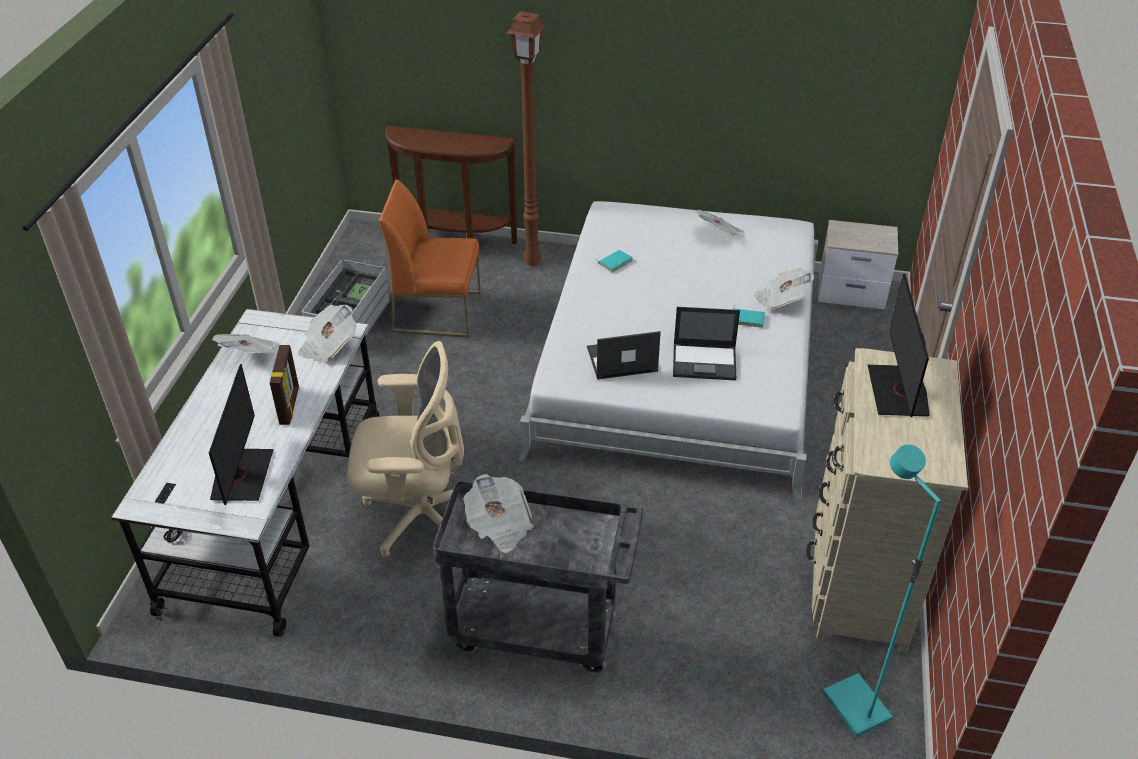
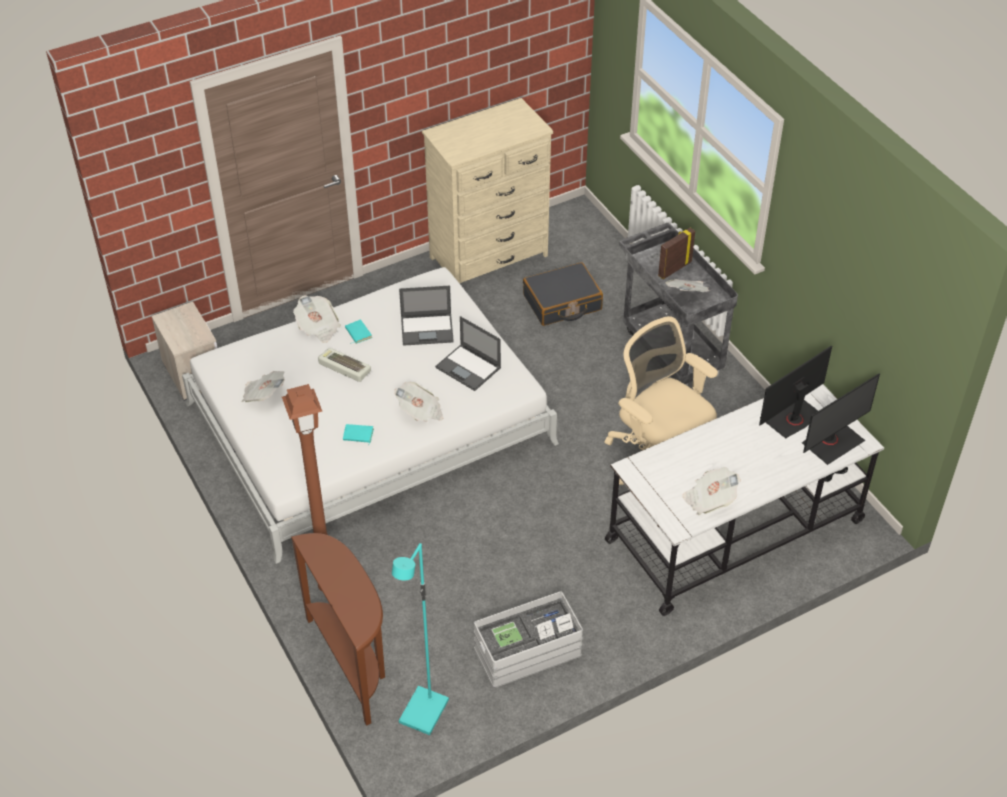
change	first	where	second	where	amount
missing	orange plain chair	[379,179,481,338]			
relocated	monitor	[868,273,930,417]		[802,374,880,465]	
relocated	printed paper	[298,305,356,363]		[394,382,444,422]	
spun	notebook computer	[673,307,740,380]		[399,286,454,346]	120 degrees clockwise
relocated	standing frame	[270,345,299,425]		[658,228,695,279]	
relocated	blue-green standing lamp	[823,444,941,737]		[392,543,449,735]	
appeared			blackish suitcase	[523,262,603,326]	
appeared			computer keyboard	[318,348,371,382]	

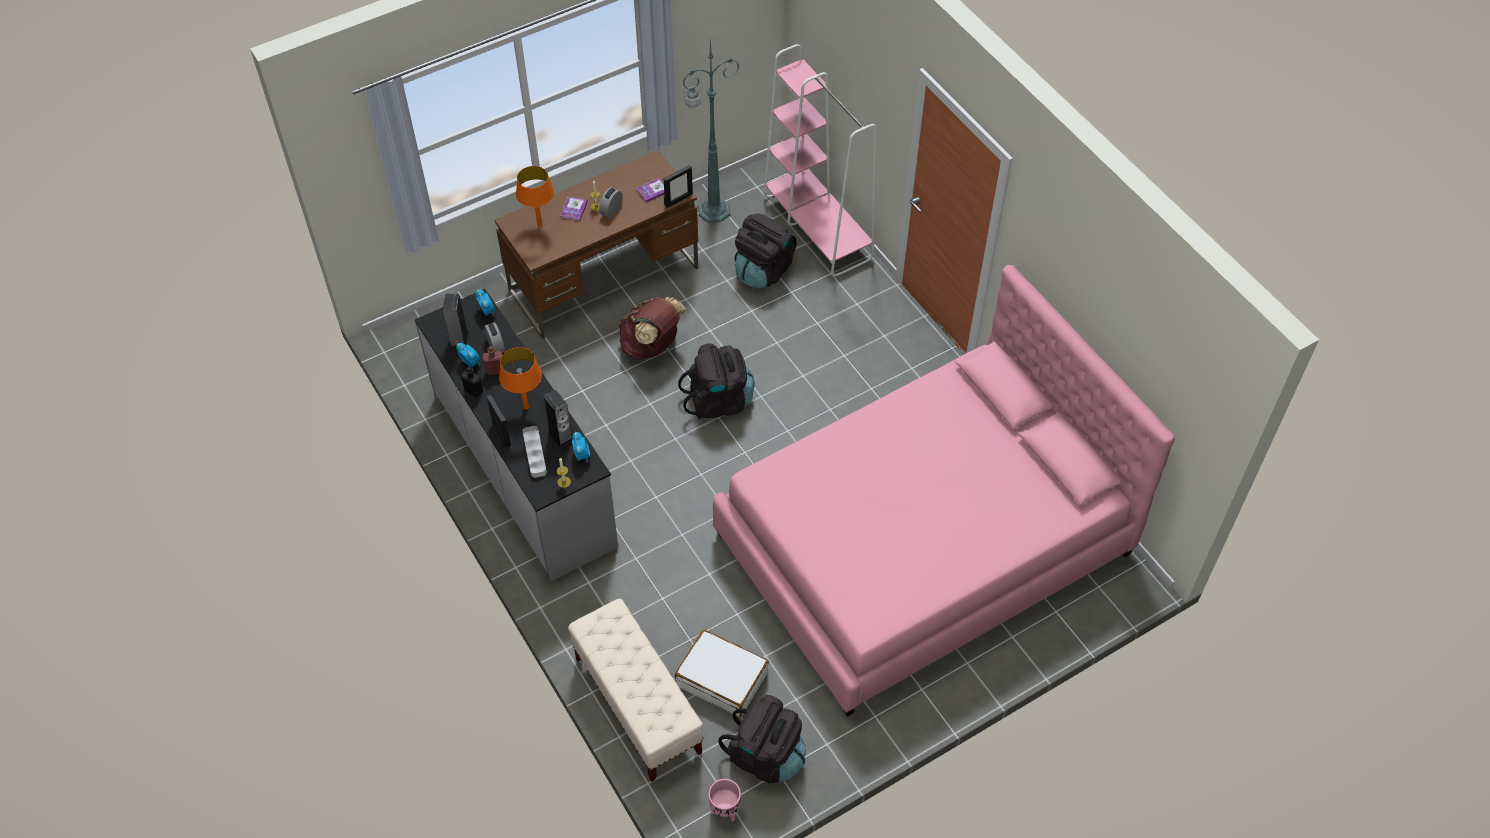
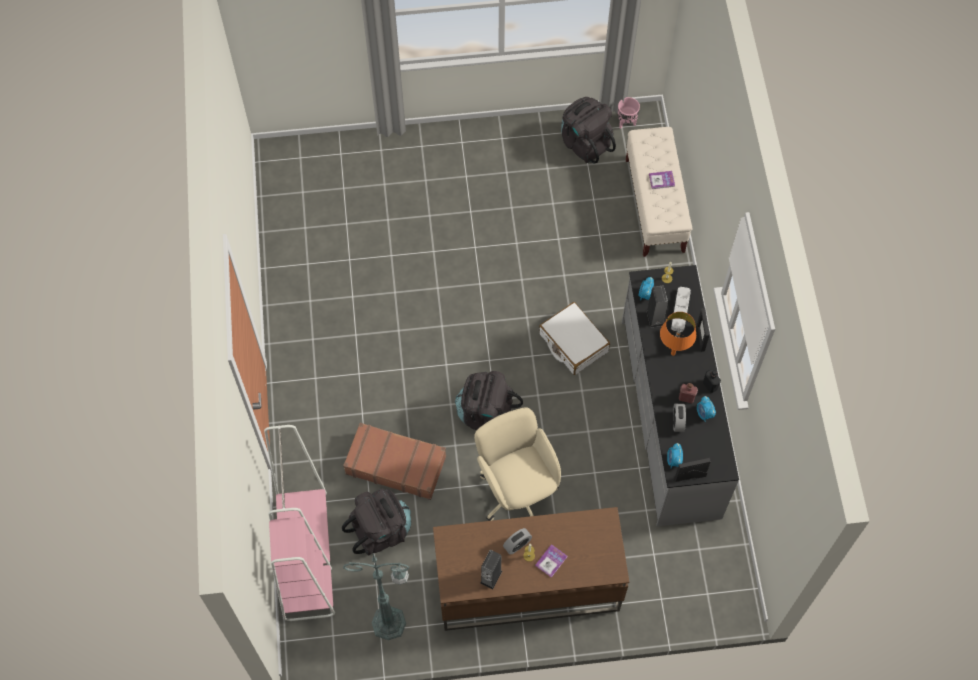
change	first	where	second	where	amount
relocated	standing frame	[664,165,693,208]		[675,458,711,482]	
missing	orange tabletop lamp	[516,166,554,227]			
relocated	volume	[636,178,664,202]		[649,171,675,189]	
missing	pink-coloured sleeping bed	[713,265,1175,717]			
relocated	speaker	[443,293,469,348]		[480,550,502,589]	
exchanged	brown-coloured backpack	[619,297,687,360]	beige office chair	[474,407,561,521]	
relocated	white suitcase	[675,630,769,717]		[539,302,610,375]	
appeared			brown-coloured suitcase	[343,423,446,500]	

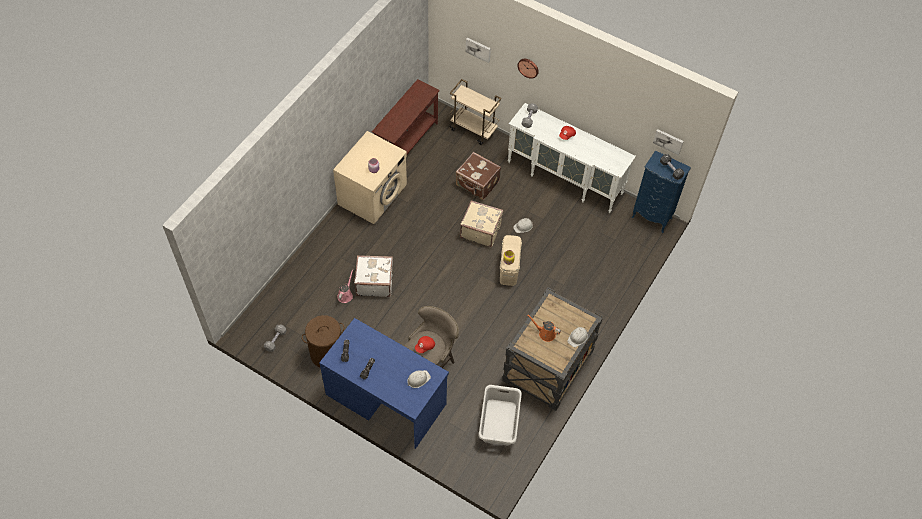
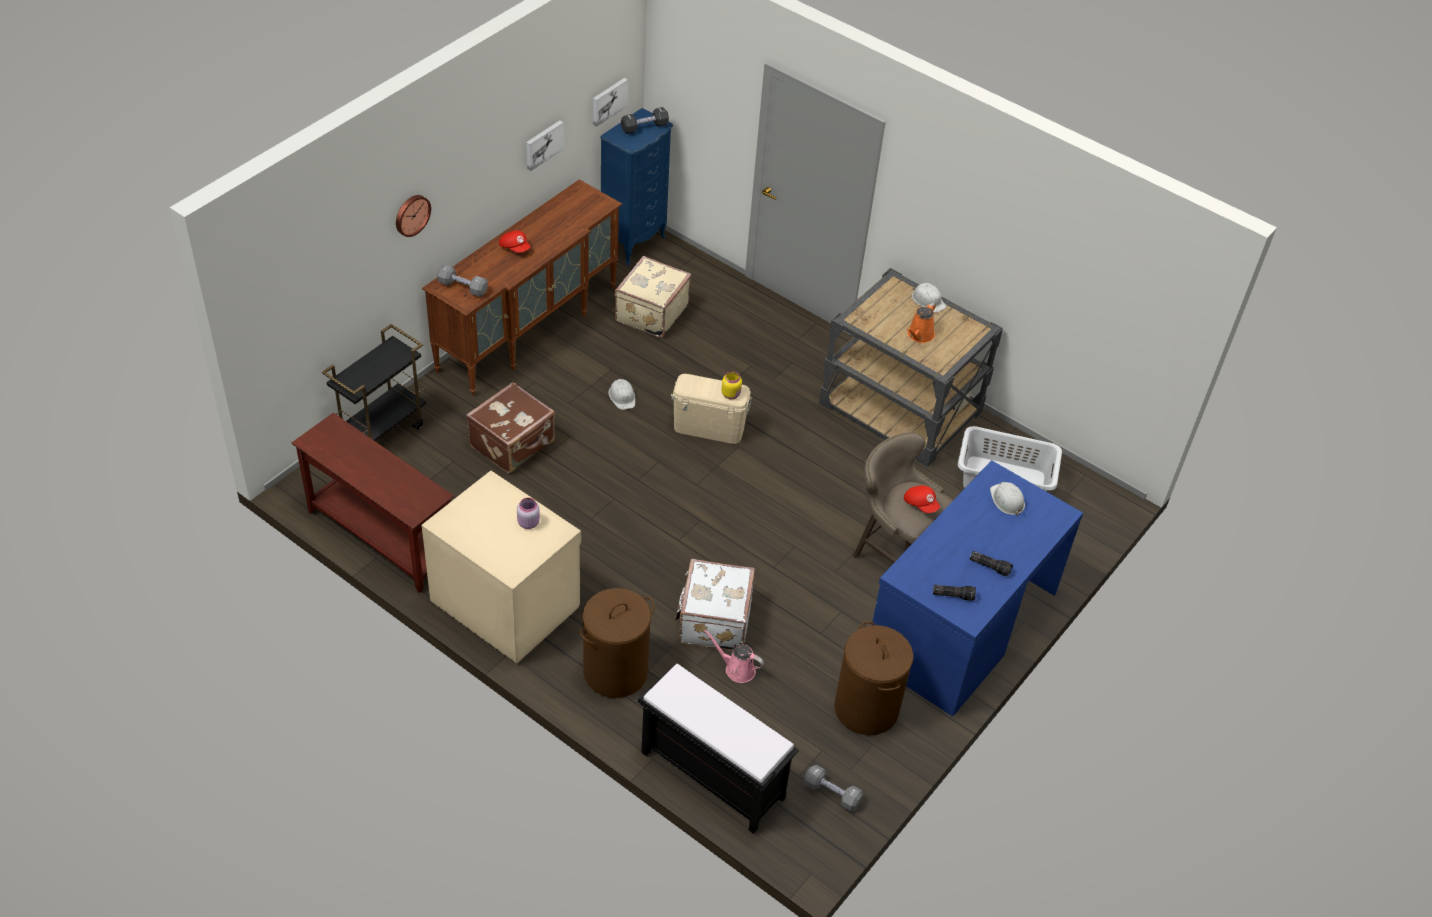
change	first	where	second	where	amount
relocated	wall picture	[466,38,491,63]		[526,120,564,172]	
colour	beige trolley	[449,79,502,145]	blackish trolley	[322,324,426,442]	
colour	white storage cabinet	[508,103,636,213]	brown-coloured storage cabinet	[422,179,622,396]	
relocated	beige suitcase	[460,200,503,247]		[615,256,691,338]	
appeared			brown-coloured laundry basket	[579,588,655,698]	
appeared			blackish indoor bench	[638,664,799,834]	

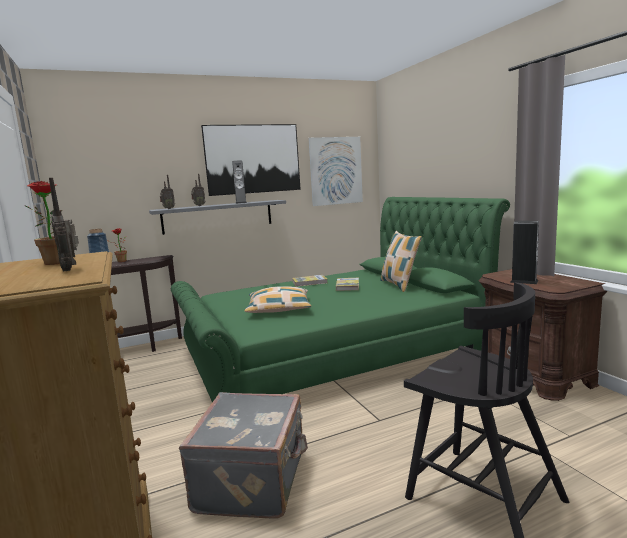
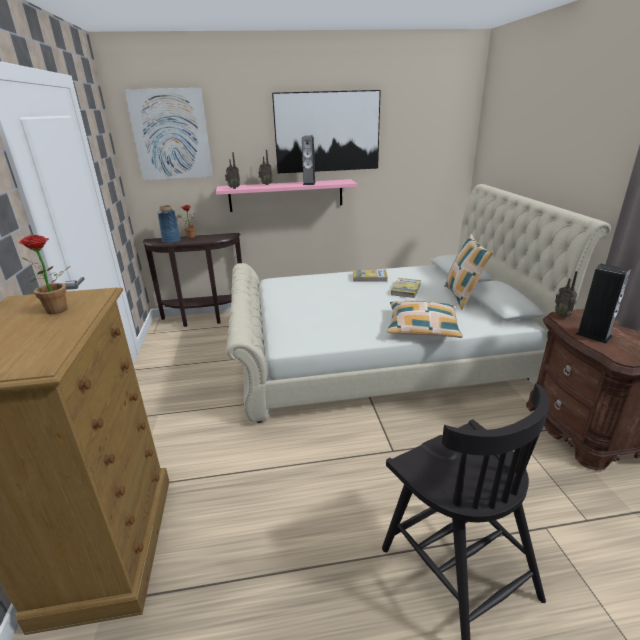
change	first	where	second	where	amount
relocated	wall picture	[309,137,363,206]		[124,88,213,180]	
relocated	radio set	[49,178,79,271]		[555,271,578,317]	
colour	green sleeping bed	[171,197,510,402]	beige sleeping bed	[226,184,611,423]	
colour	greyish wall shelf	[149,200,286,235]	pink-coloured wall shelf	[216,179,357,212]	
relocated	pillow	[244,287,311,313]		[387,301,463,338]	
missing	greyish suitcase	[179,392,308,519]			

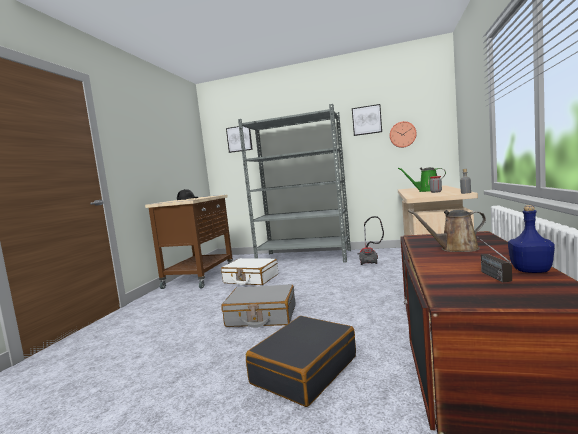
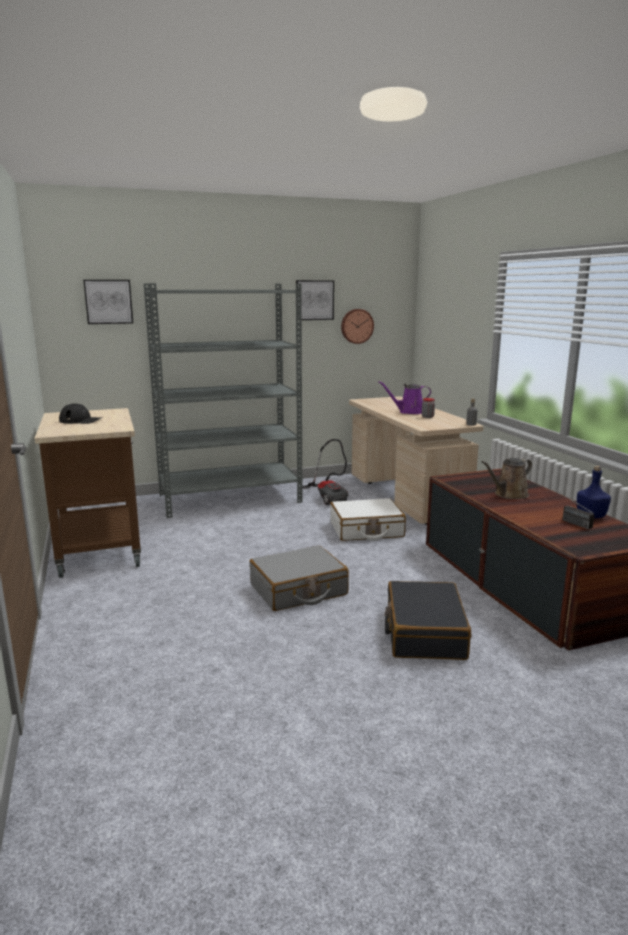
change	first	where	second	where	amount
colour	green sprinkling can	[398,167,446,192]	purple sprinkling can	[379,381,431,414]	
relocated	white suitcase	[221,258,278,285]		[330,498,406,541]	

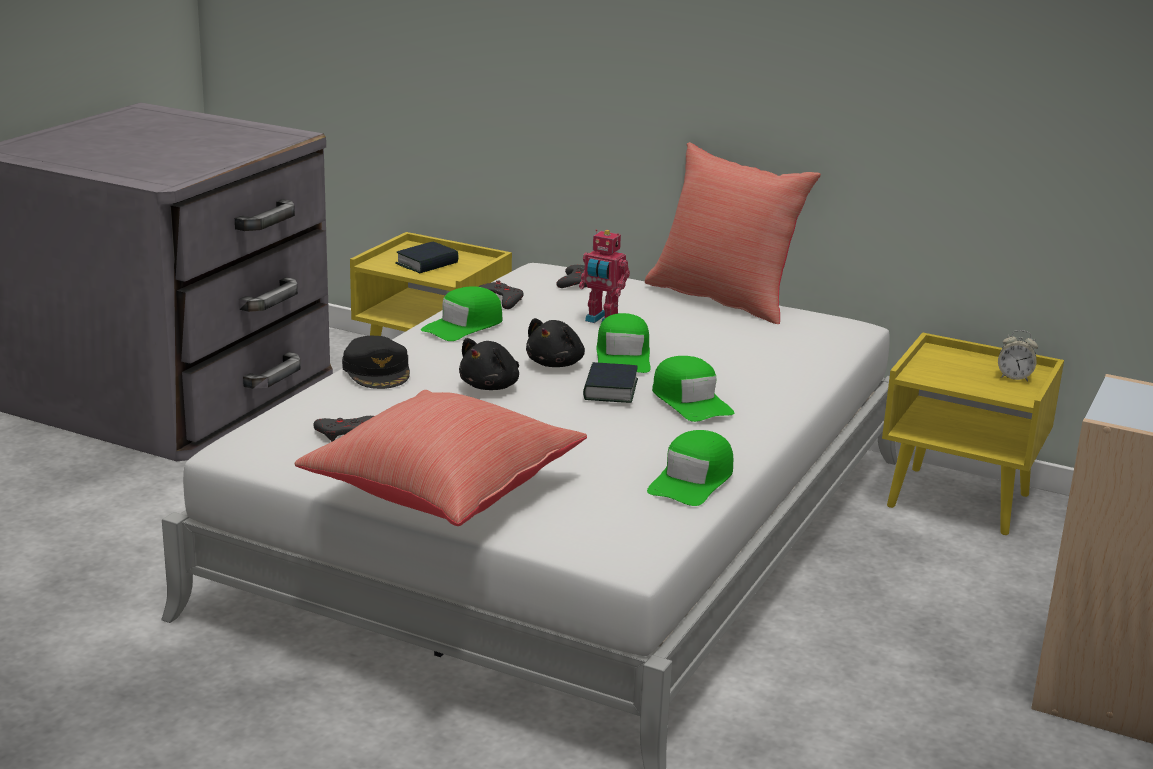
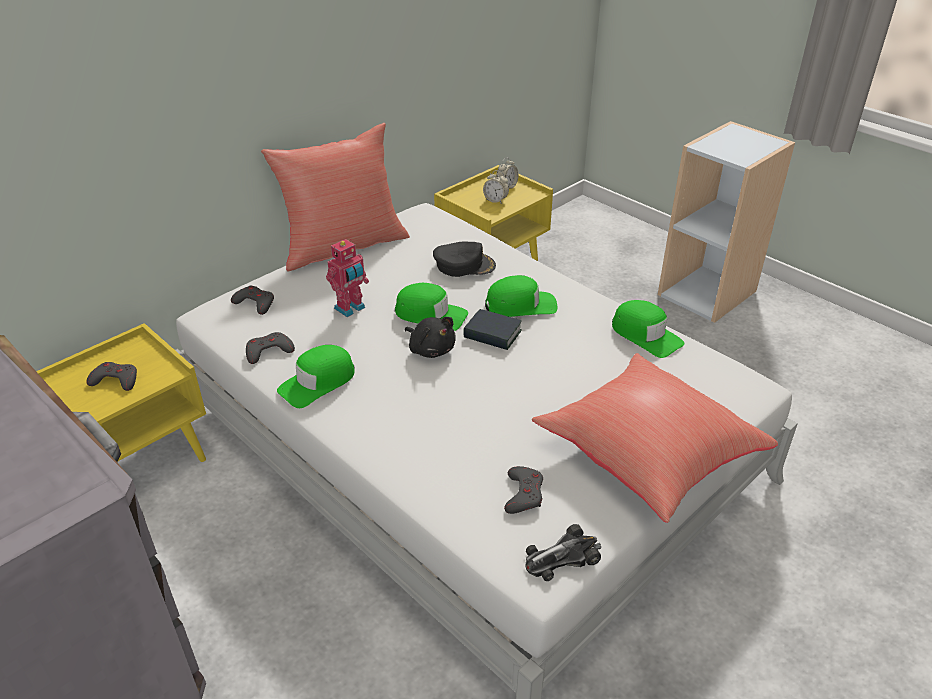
change	first	where	second	where	amount
exchanged	volume	[395,241,458,273]	greyish joypad	[86,362,137,391]	
spun	green baseball cap	[421,286,503,341]		[277,345,355,408]	75 degrees clockwise
relocated	blackish baseball cap	[342,336,410,389]		[433,241,496,277]	
missing	blackish plush toy	[459,338,519,390]			
appeared			bedside clock	[483,171,509,204]	
appeared			toy car	[525,524,601,581]	

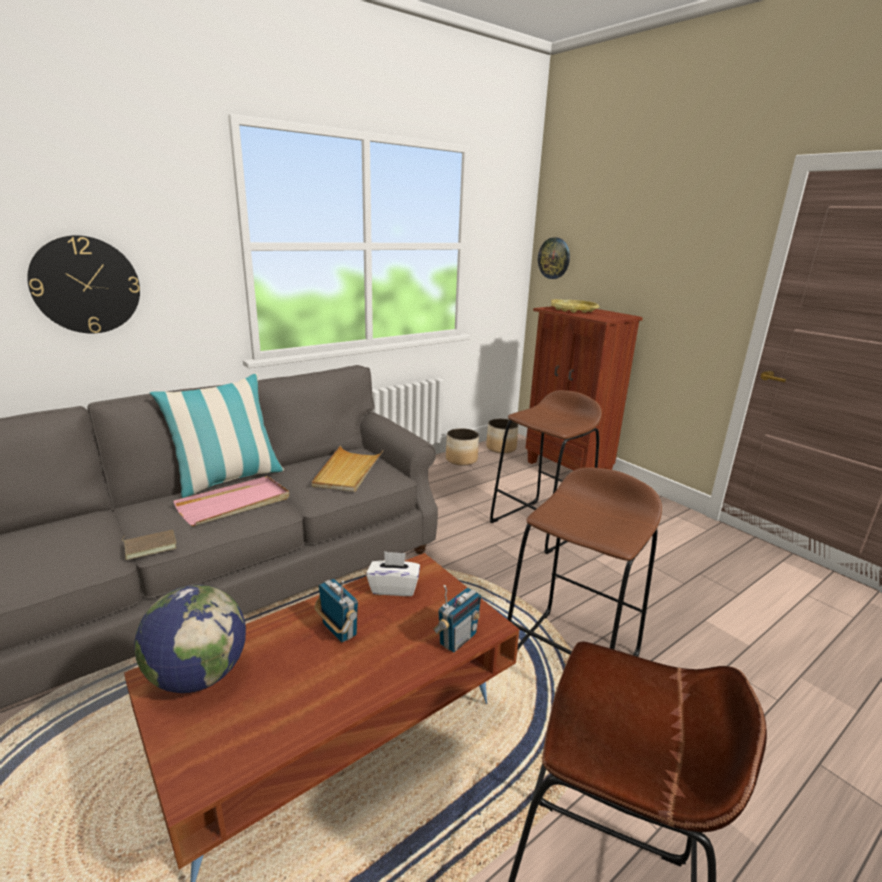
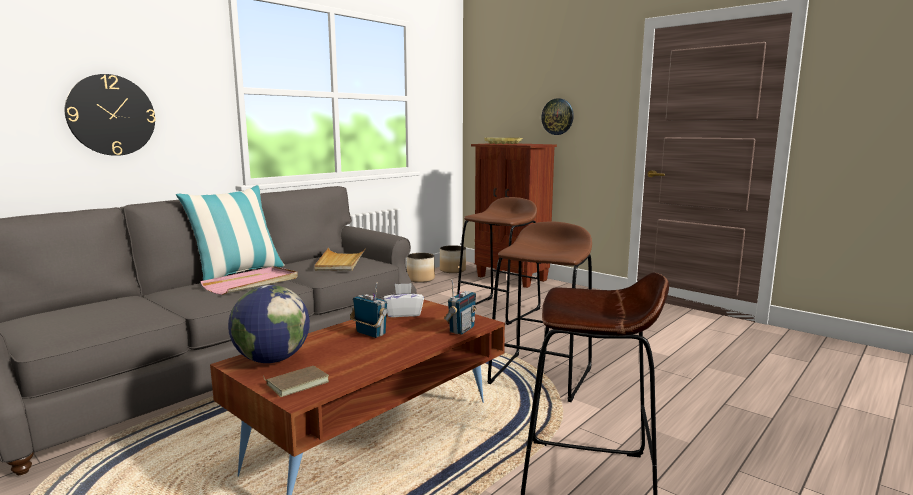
change	first	where	second	where	amount
relocated	hanging clock	[538,237,570,279]		[541,98,574,135]	
relocated	brown-coloured volume	[122,530,176,560]		[263,366,329,397]	

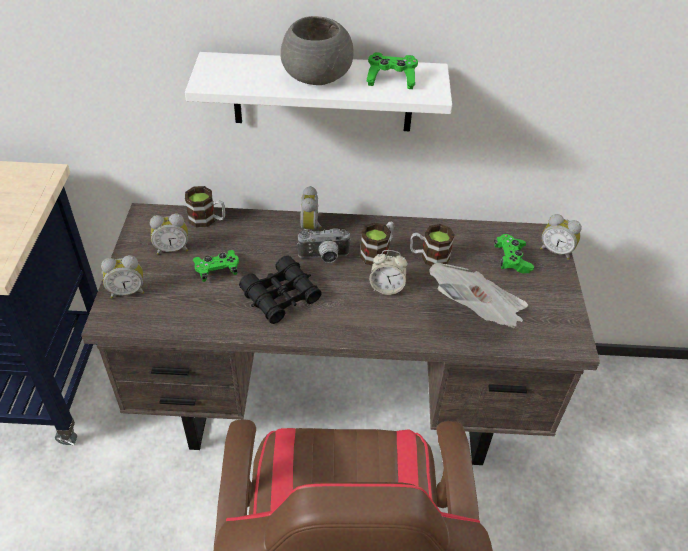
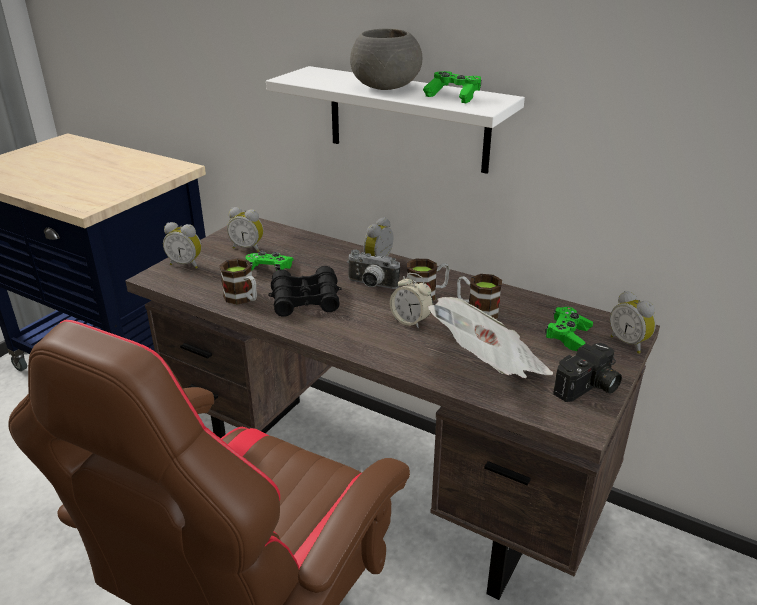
change	first	where	second	where	amount
relocated	tea mug	[185,186,225,228]		[220,258,257,305]	
appeared			photo camera	[553,343,622,402]	

